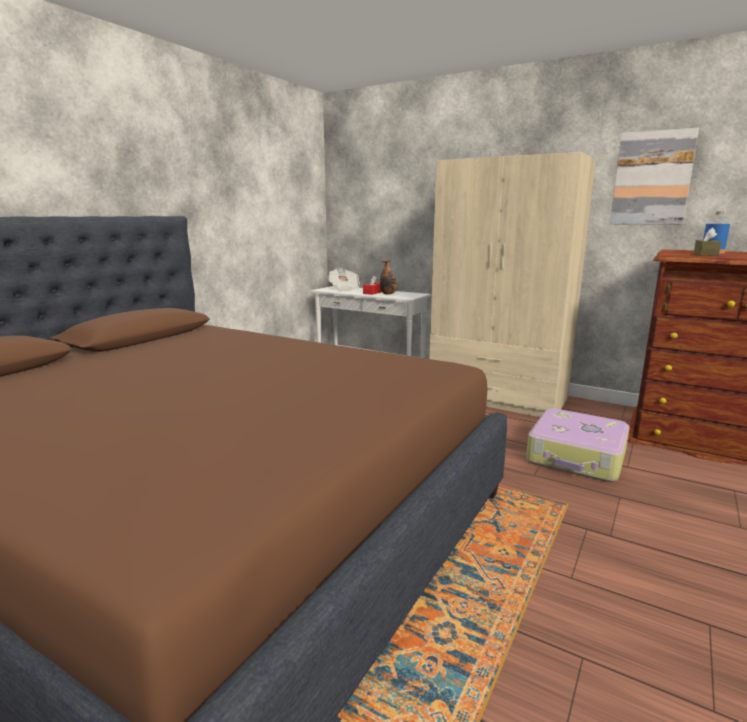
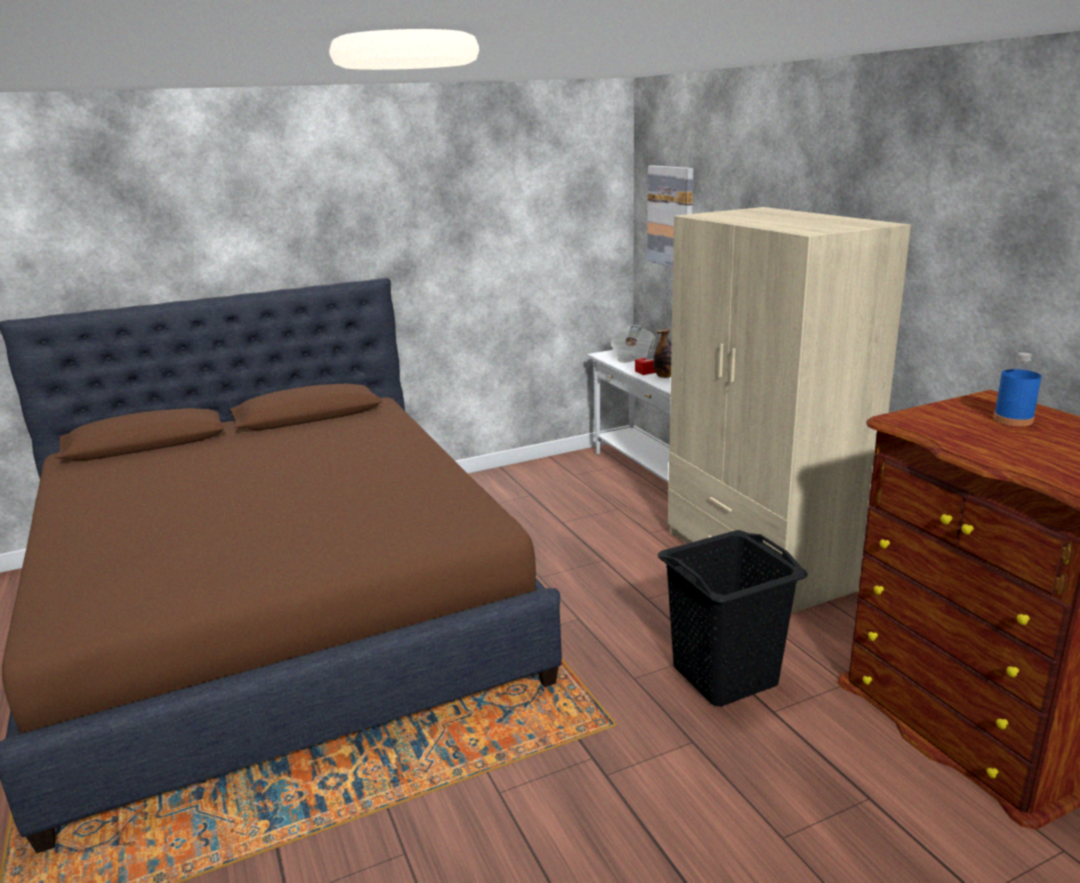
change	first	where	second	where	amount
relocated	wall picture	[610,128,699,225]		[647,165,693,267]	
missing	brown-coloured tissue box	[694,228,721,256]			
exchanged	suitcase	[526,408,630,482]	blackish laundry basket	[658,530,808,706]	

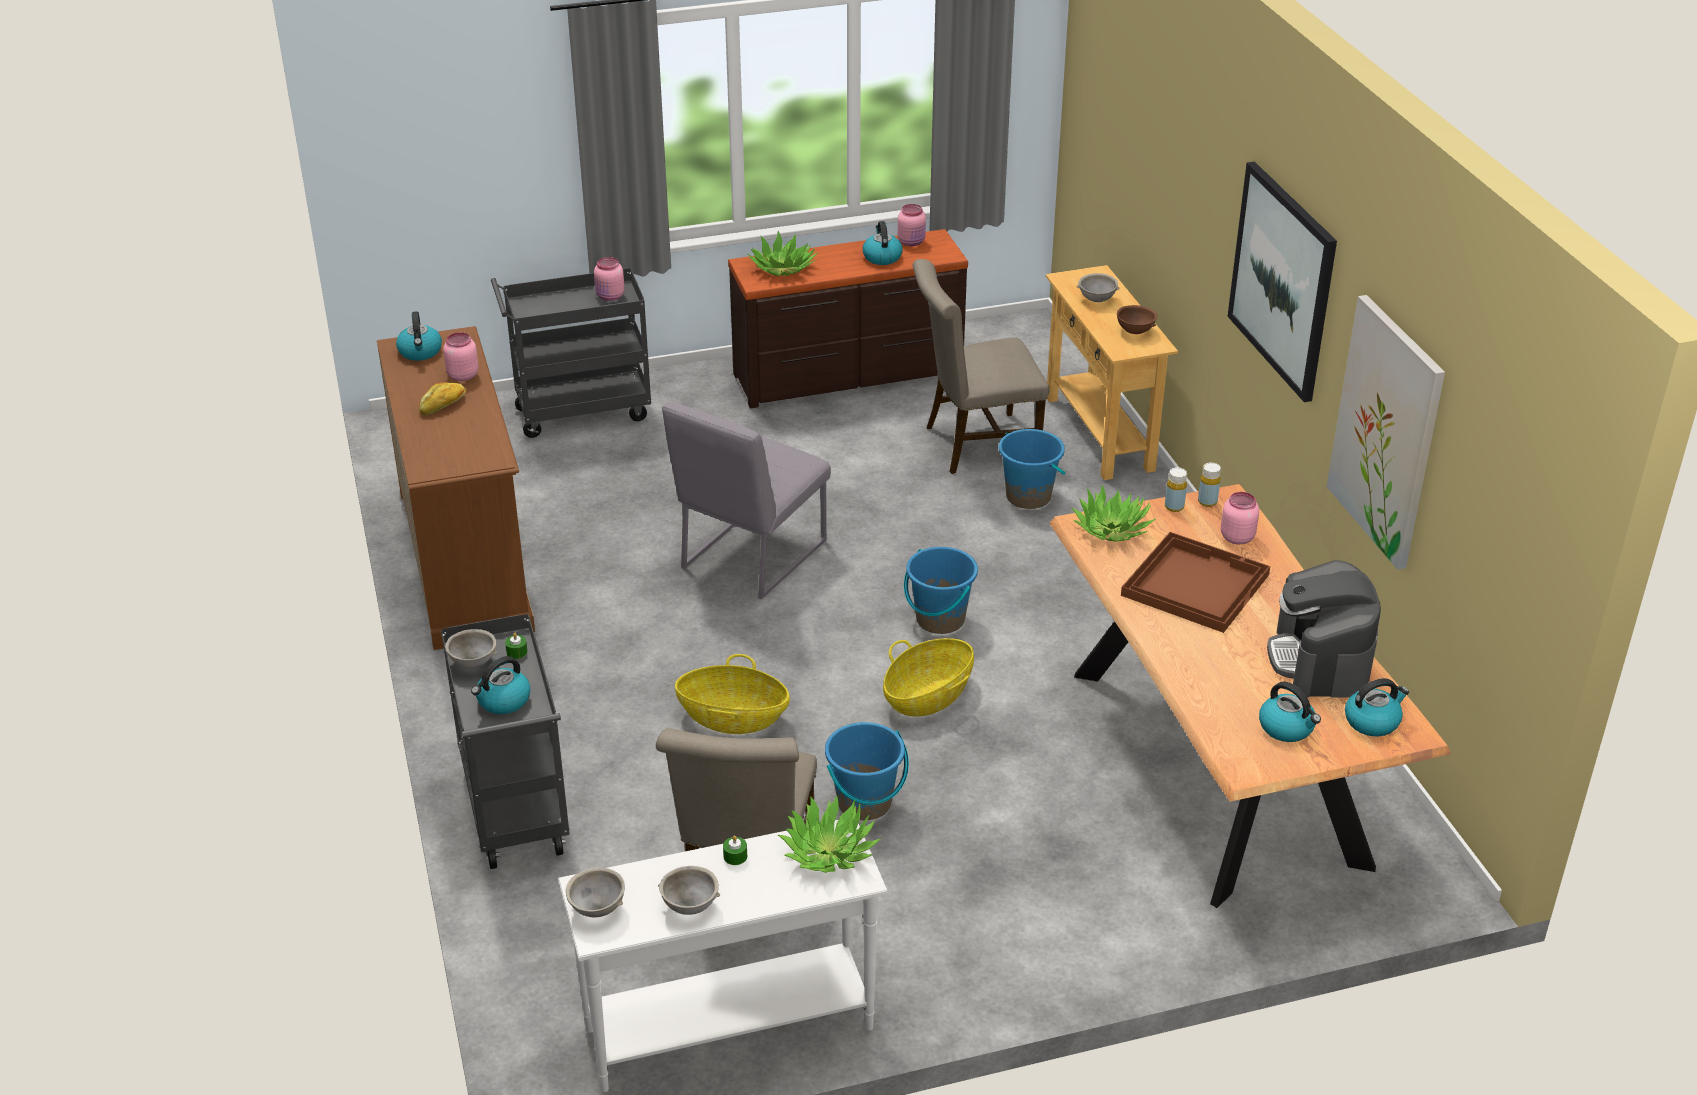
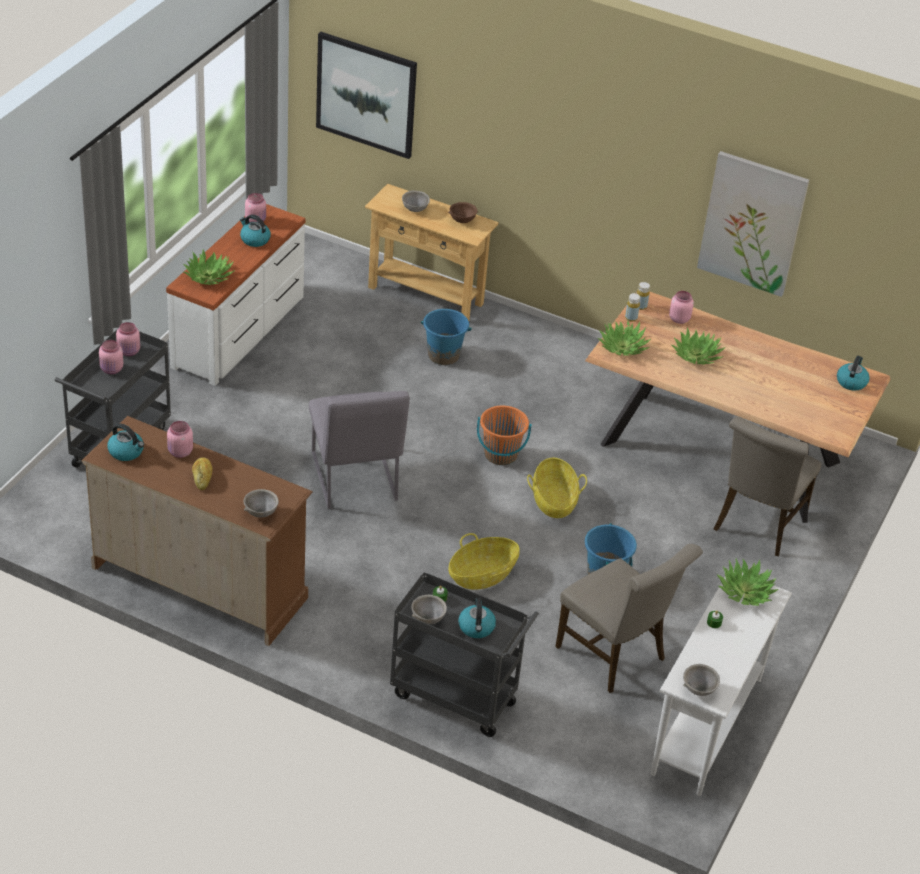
change	first	where	second	where	amount
relocated	wall picture	[1227,161,1337,402]		[316,32,417,159]	
colour	brown-coloured dresser	[728,229,968,408]	white dresser	[166,204,306,386]	
relocated	beige plain chair	[913,259,1050,474]		[714,416,821,556]	
exchanged	brown-coloured carrying tray	[1121,532,1270,633]	houseplant	[672,327,725,364]	
colour	blue bucket	[904,547,978,634]	orange bucket	[477,406,532,465]	
missing	coffee machine	[1267,560,1381,698]			
missing	water kettle	[1259,682,1321,742]			
relocated	greyish bowl	[658,866,720,915]		[244,489,279,518]	
appeared			pink-coloured jar	[99,340,123,374]	

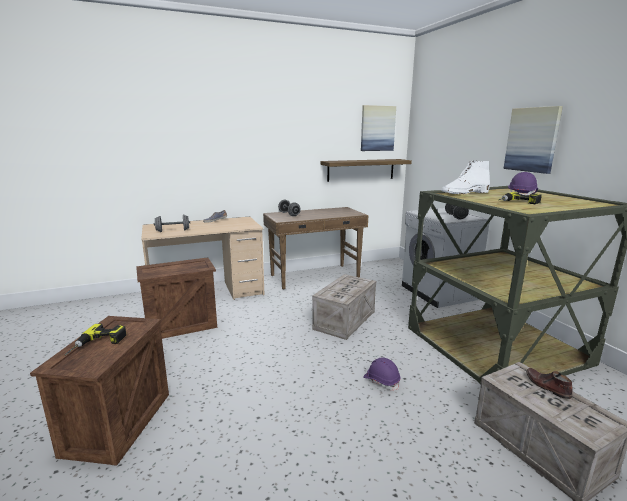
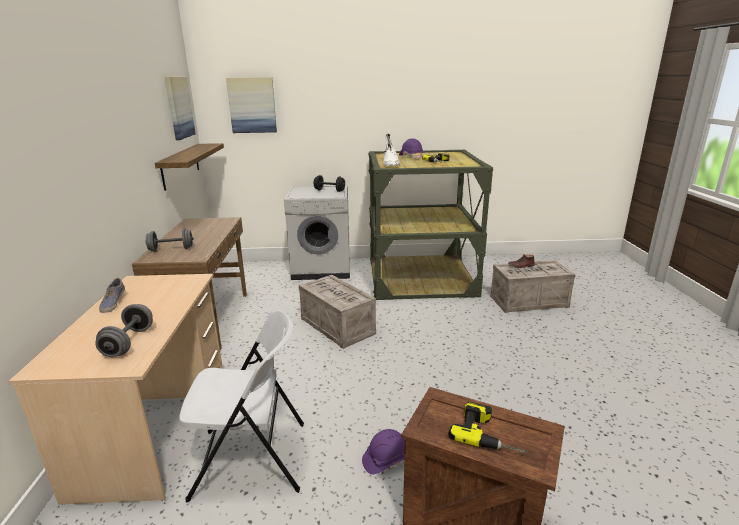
change	first	where	second	where	amount
relocated	wall picture	[503,106,563,174]		[226,77,277,133]	
exchanged	shipping crate	[136,257,217,339]	white plain chair	[179,310,304,502]	
relocated	purple hard hat	[363,358,401,391]		[362,429,405,475]	

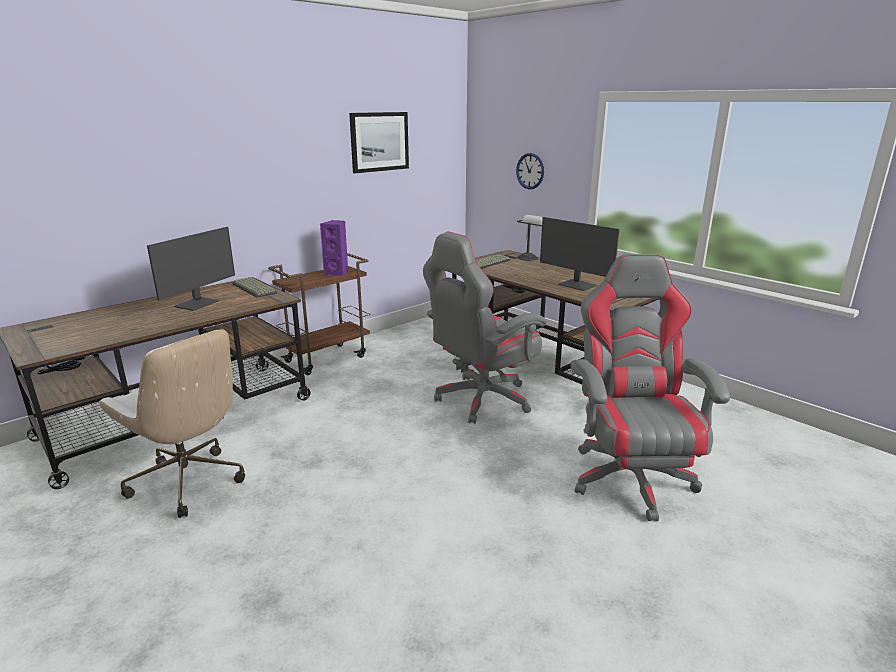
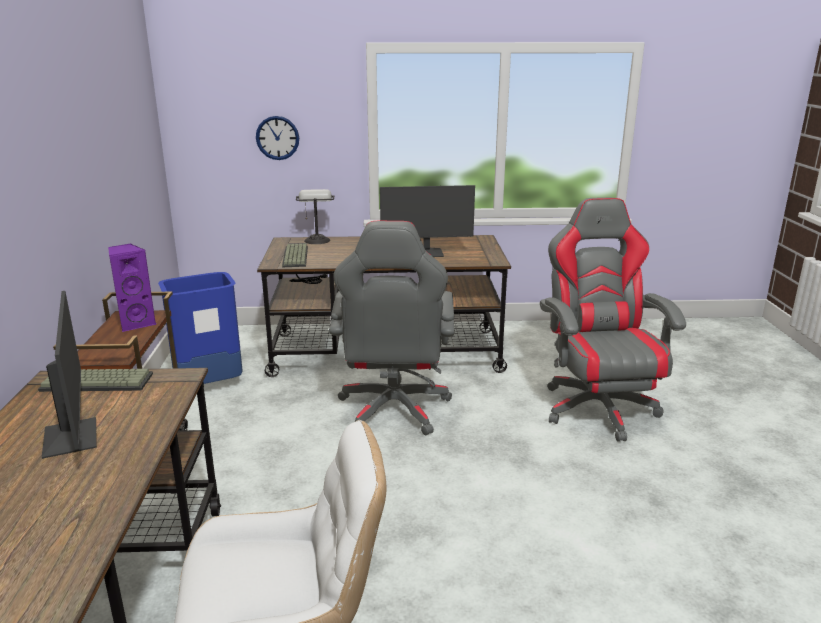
change	first	where	second	where	amount
missing	wall picture	[349,112,409,173]			
spun	greyish office chair	[570,254,730,521]		[540,197,686,442]	45 degrees clockwise
appeared			blue waste bin	[158,272,243,384]	

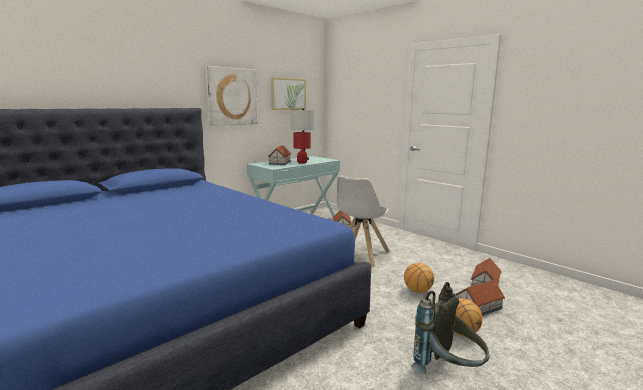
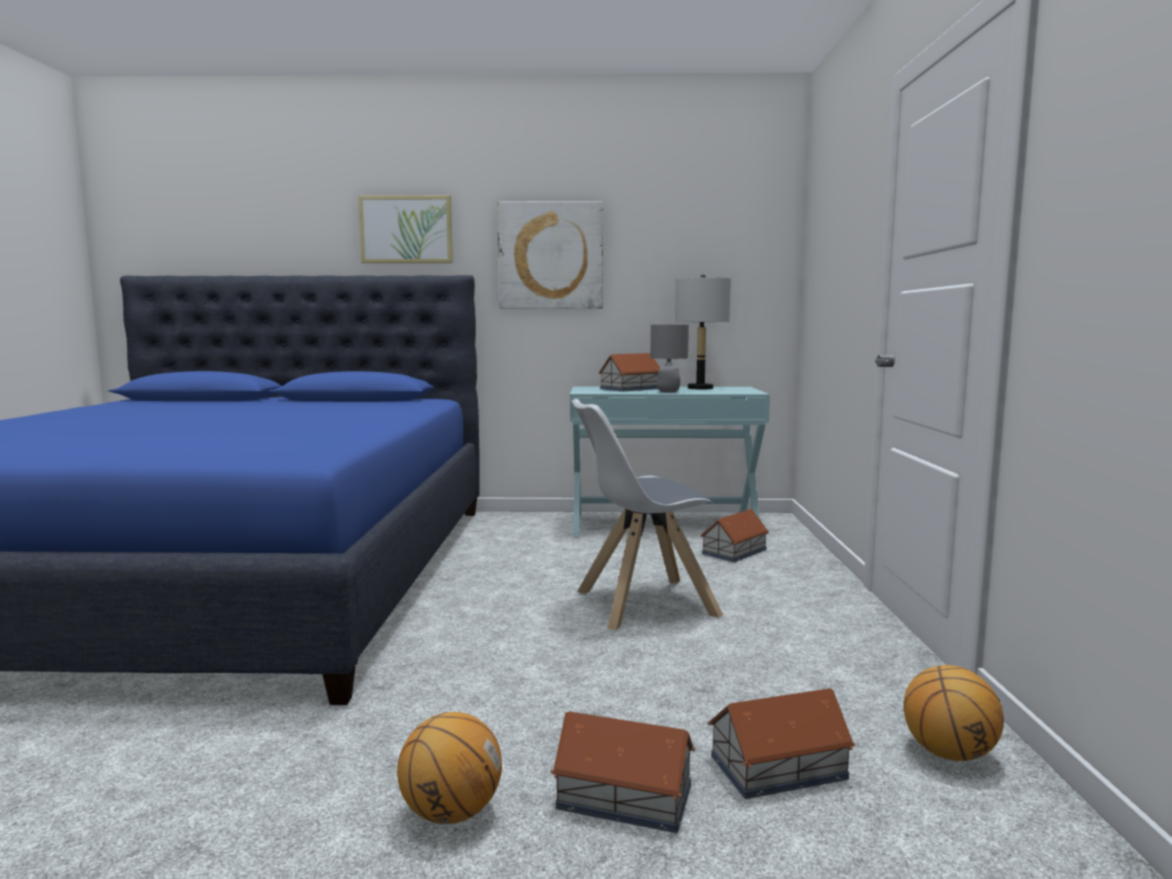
change	first	where	second	where	amount
relocated	wall picture	[271,77,306,110]		[358,195,453,263]	
colour	red tabletop lamp	[294,132,311,164]	greyish tabletop lamp	[650,324,689,392]	
relocated	basketball	[404,263,434,293]		[904,665,1004,761]	
missing	greyish backpack	[411,282,489,374]			

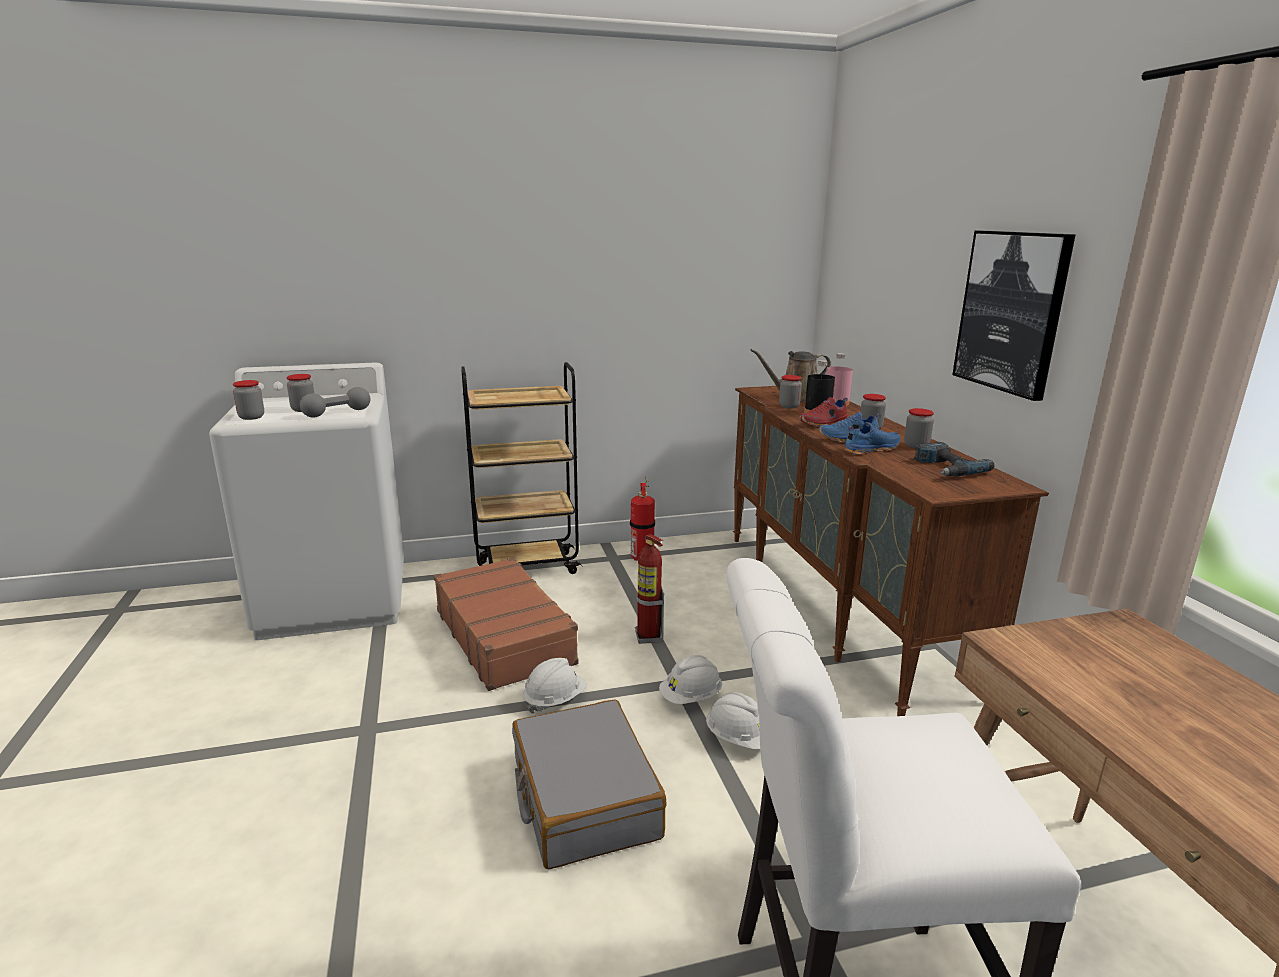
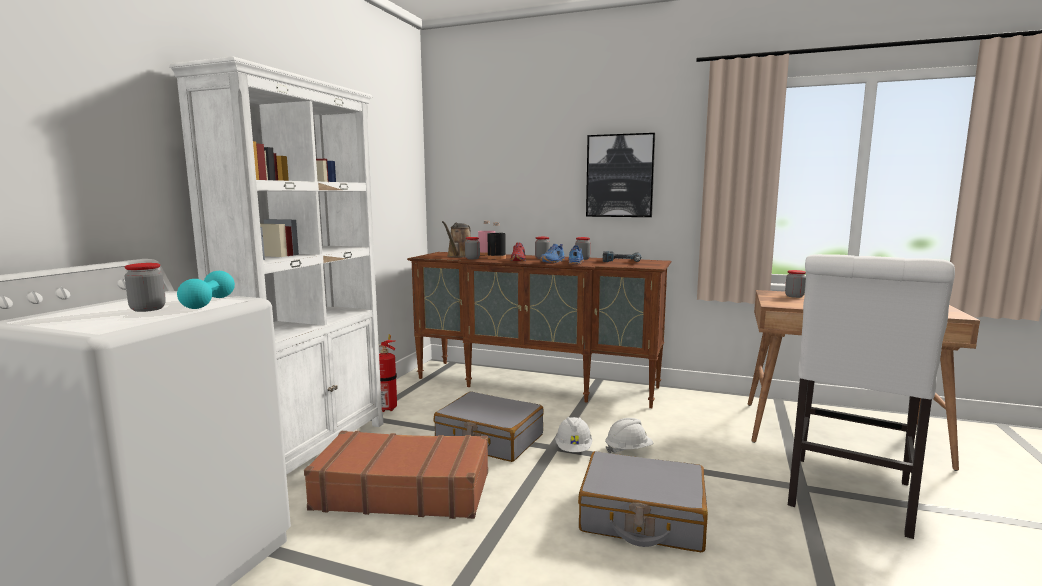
change	first	where	second	where	amount
exchanged	brown-coloured trolley	[461,362,582,574]	white bookshelf	[169,56,383,475]	
relocated	jar	[233,380,264,420]		[785,270,806,298]	
colour	greyish hand weight	[300,387,370,418]	blue-green hand weight	[177,271,235,309]	
exchanged	fire extinguisher	[635,534,664,644]	greyish suitcase	[434,391,544,462]	
missing	white hard hat	[523,658,587,714]			

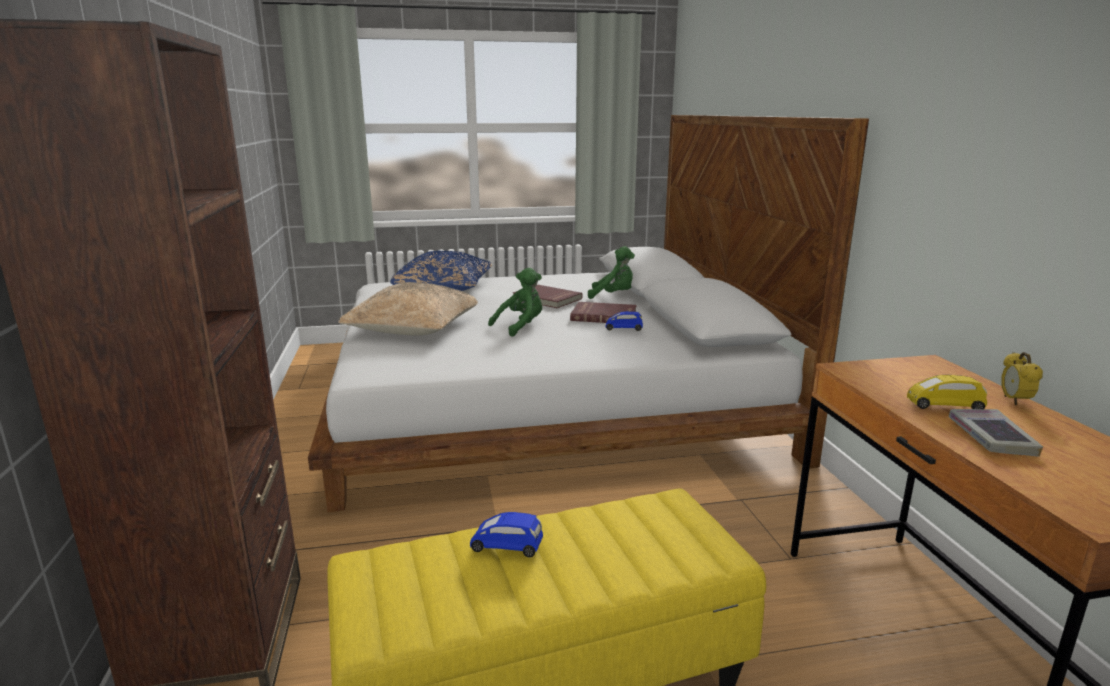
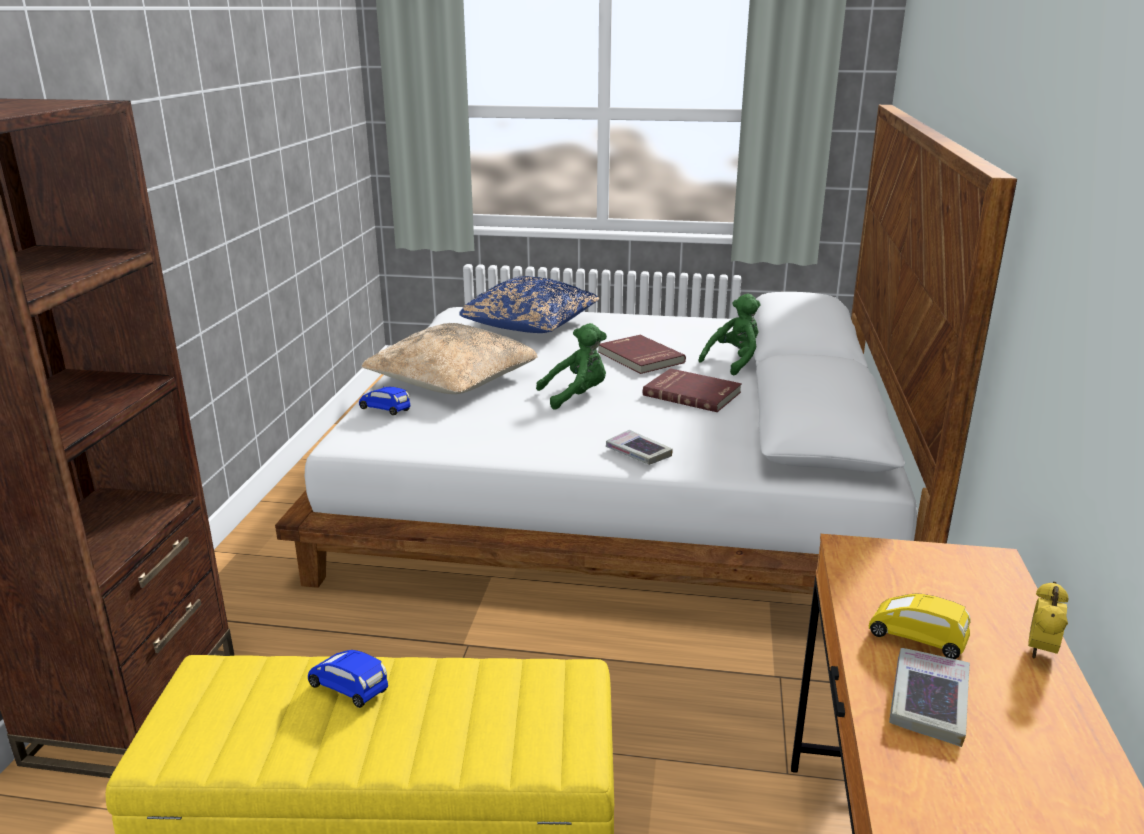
change	first	where	second	where	amount
spun	green plush toy	[588,246,635,299]		[699,294,761,376]	75 degrees counterclockwise
relocated	blue toy car	[606,311,643,331]		[359,387,410,415]	
appeared			volume	[606,430,673,465]	

